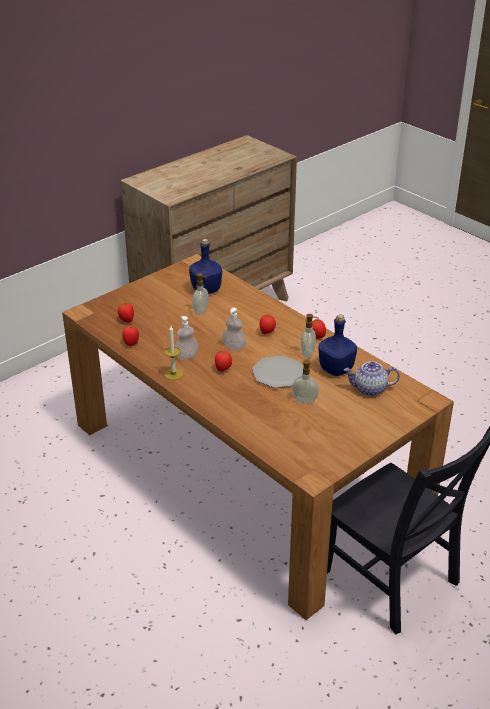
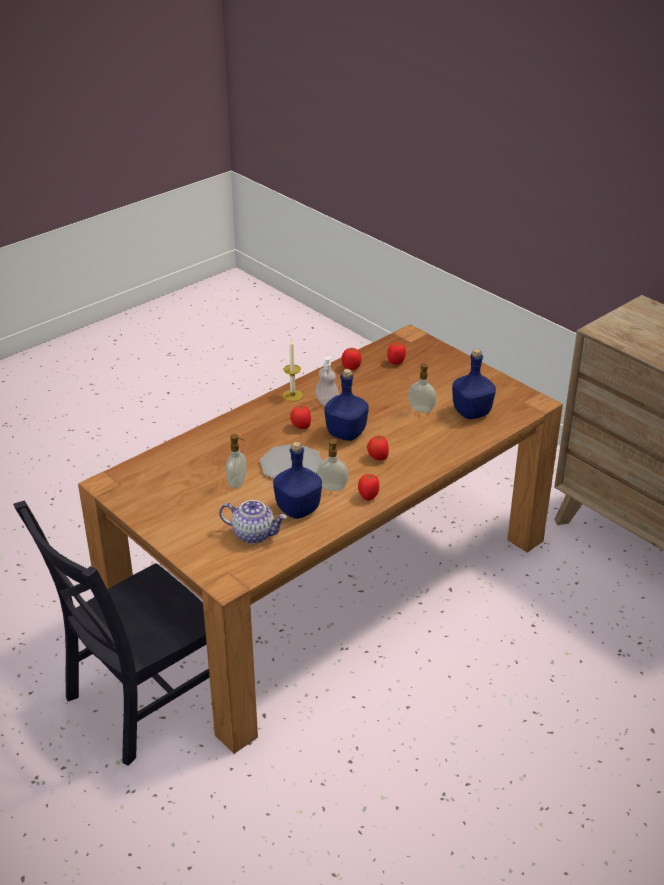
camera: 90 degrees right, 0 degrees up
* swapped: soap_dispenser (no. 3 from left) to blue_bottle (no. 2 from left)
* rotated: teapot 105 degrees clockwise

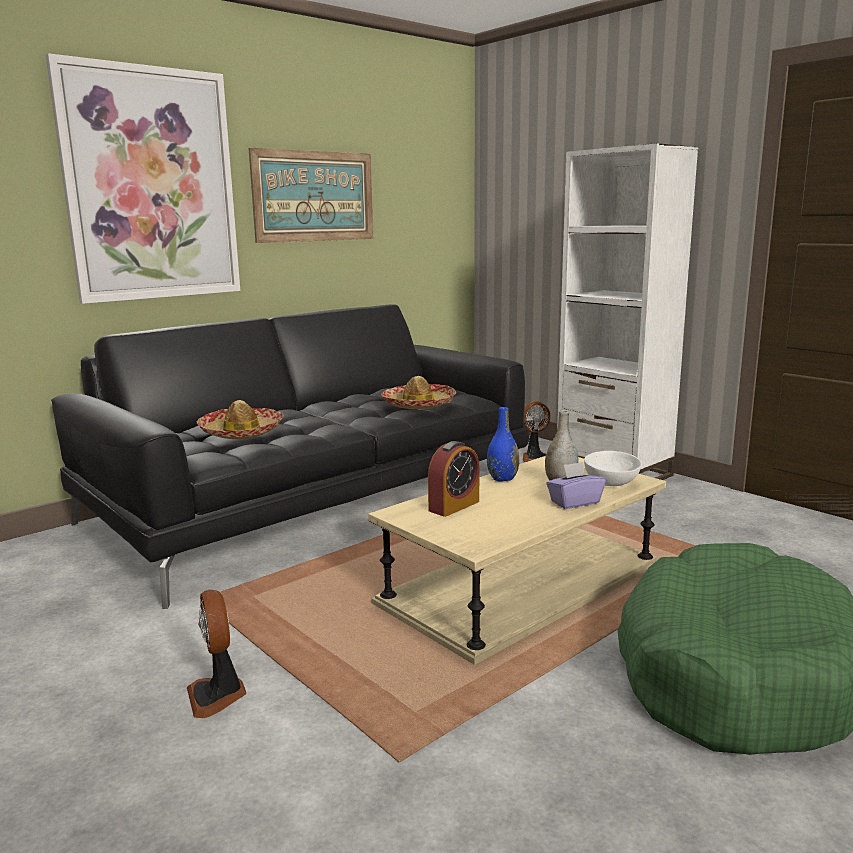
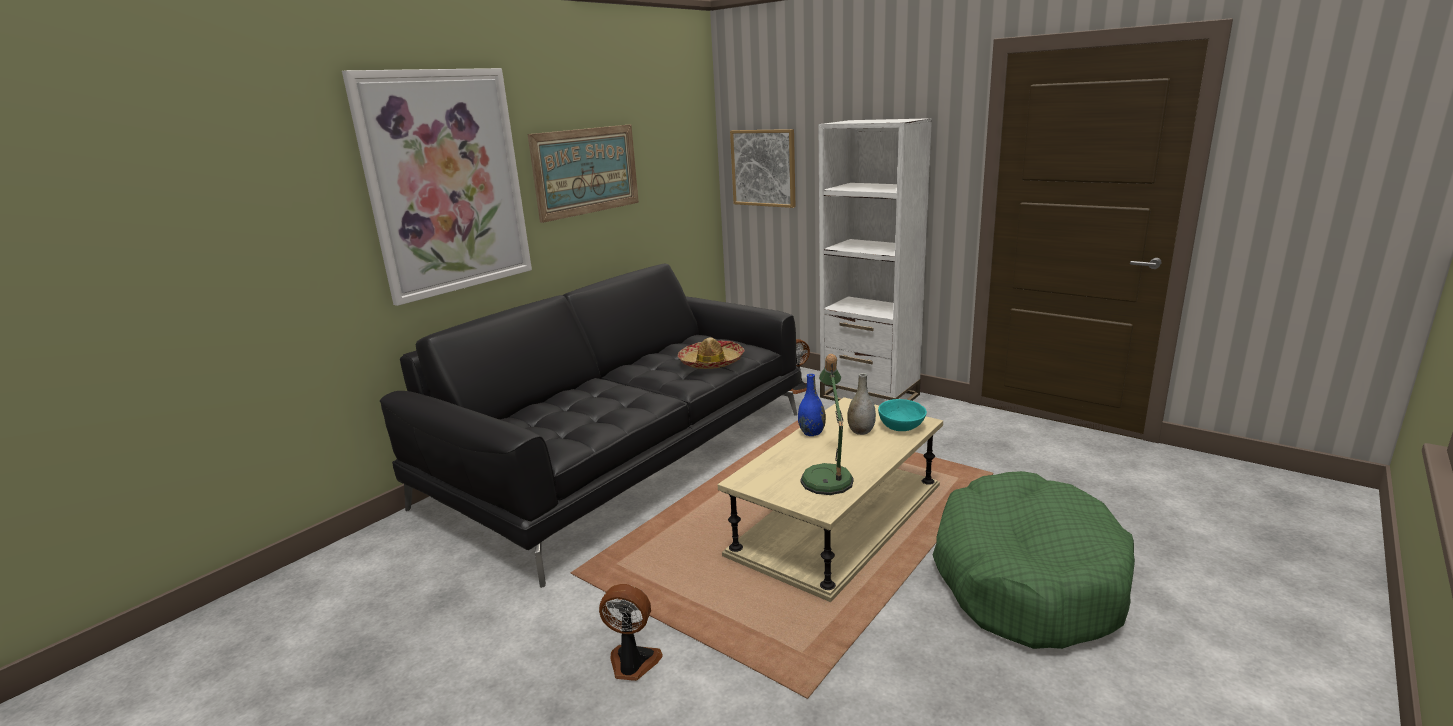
camera: 10 degrees left, 5 degrees up
* gone: hat (no. 1 from left)
* gone: alarm_clock
* gone: purple_tissue_box
* new: picture (no. 3 from left)
* new: table_lamp
* repainted: white_bowl to turquoise_bowl
* rotated: fan (no. 1 from left) 135 degrees clockwise

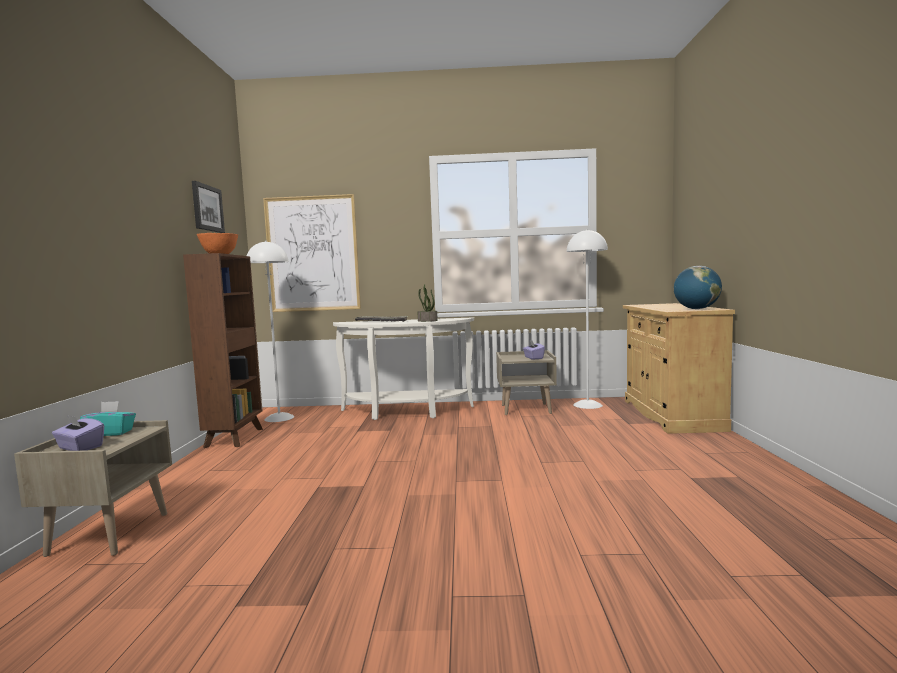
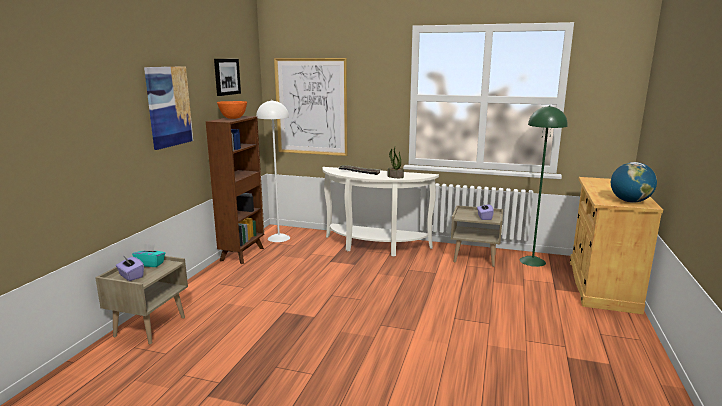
camera: 15 degrees right, 10 degrees up
* new: picture (no. 1 from left)
* repainted: white_floor_lamp (no. 2 from left) to green_floor_lamp

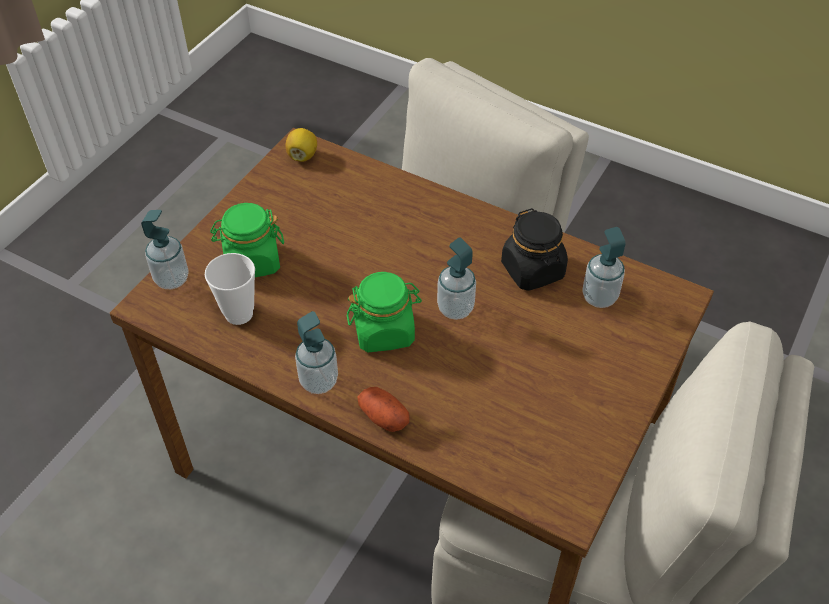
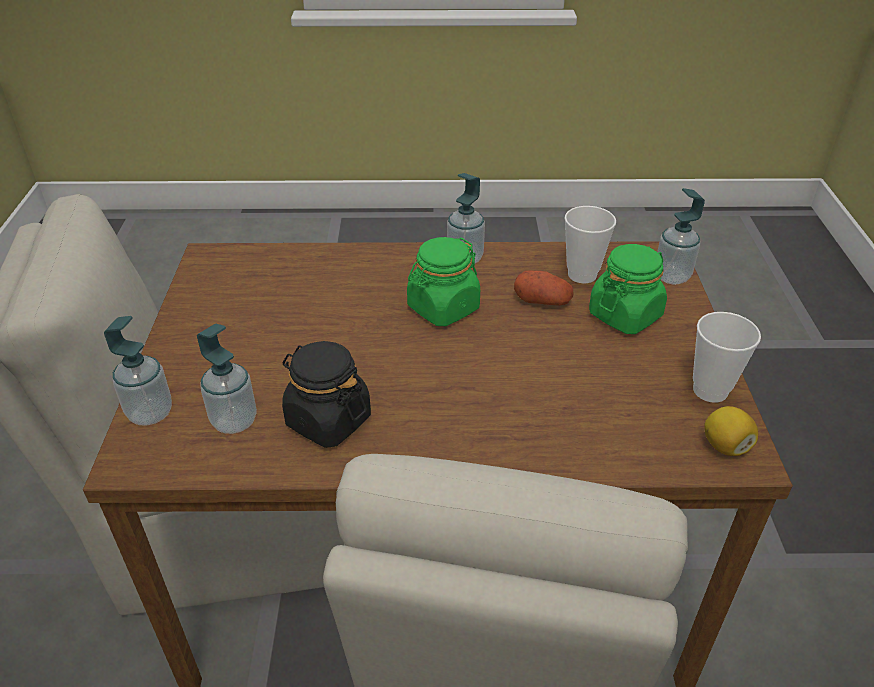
camera: 150 degrees right, 10 degrees down
* new: cup (no. 2 from left)
* shifted: potato
* shifted: soap_dispenser (no. 3 from left in the first image) to soap_dispenser (no. 1 from left)

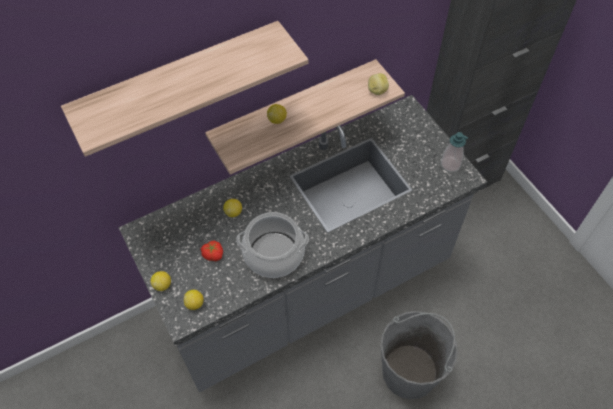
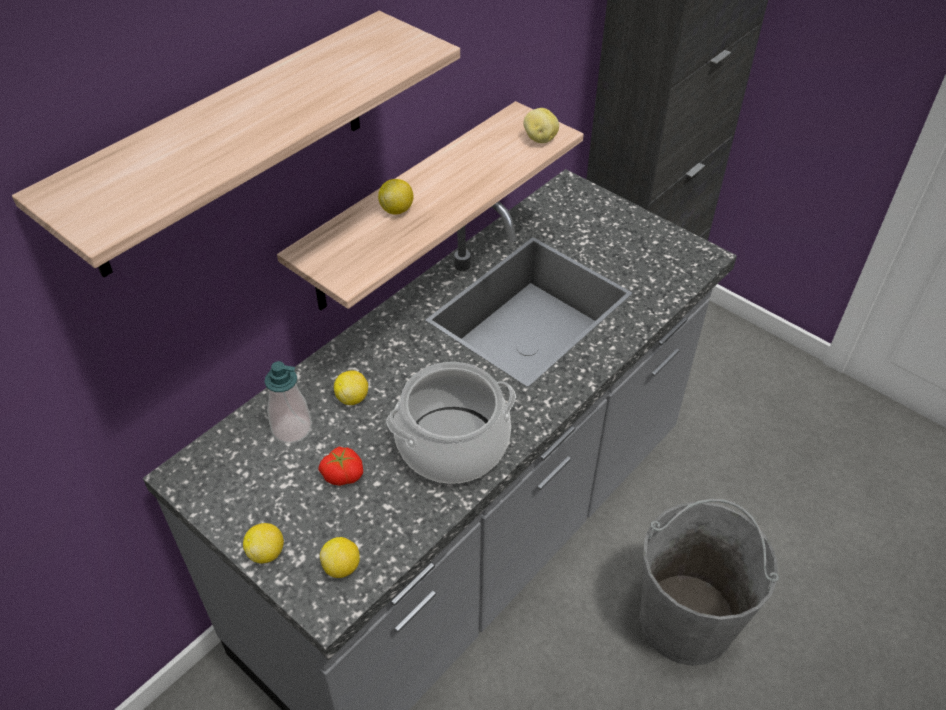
camera: 20 degrees left, 10 degrees down
* shifted: soap_dispenser

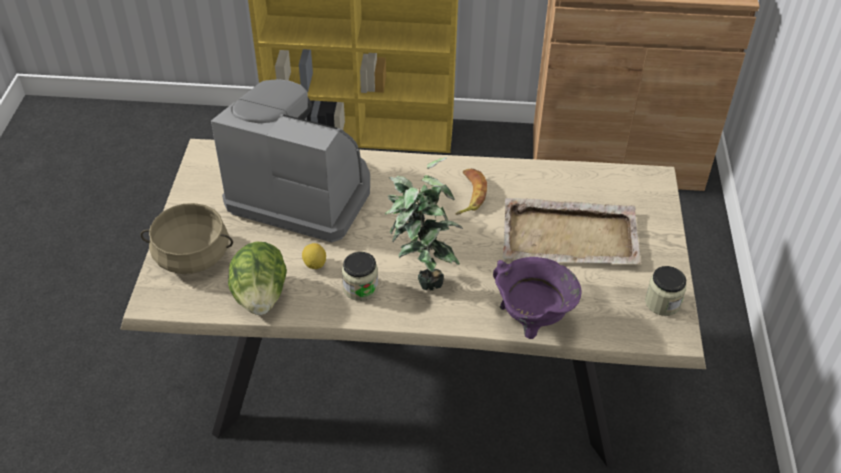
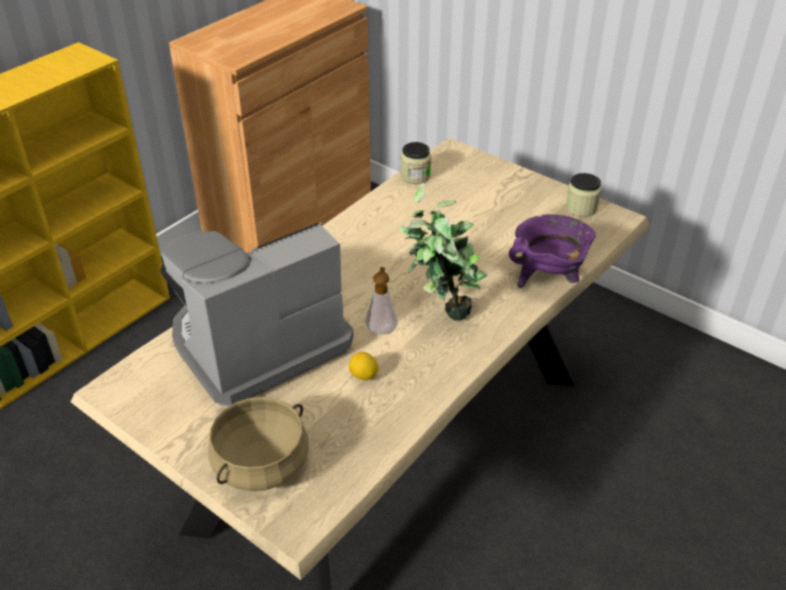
camera: 55 degrees left, 5 degrees down
* gone: lettuce
* gone: banana
* gone: beige_tray
* new: soap_dispenser
* shifted: jar (no. 1 from left)

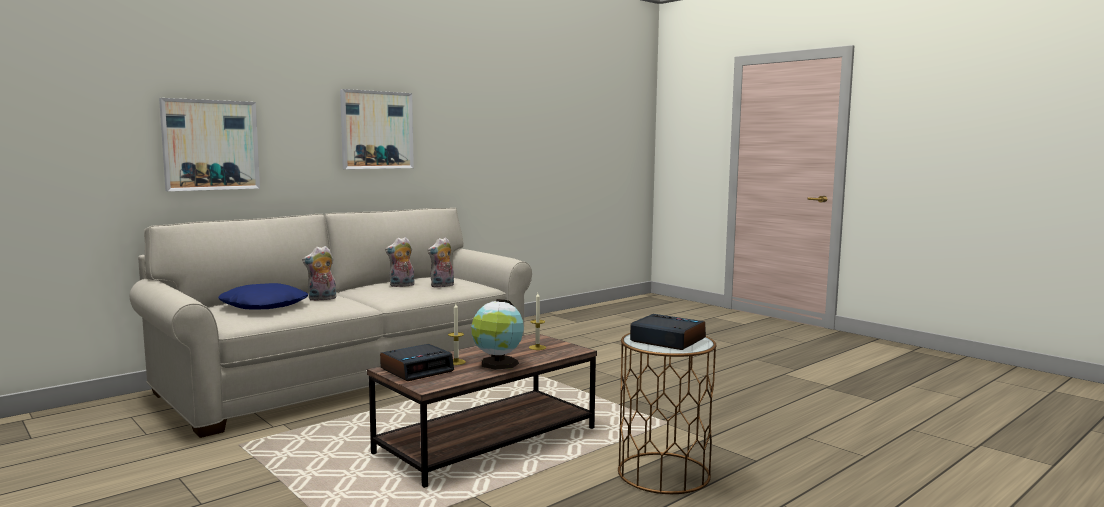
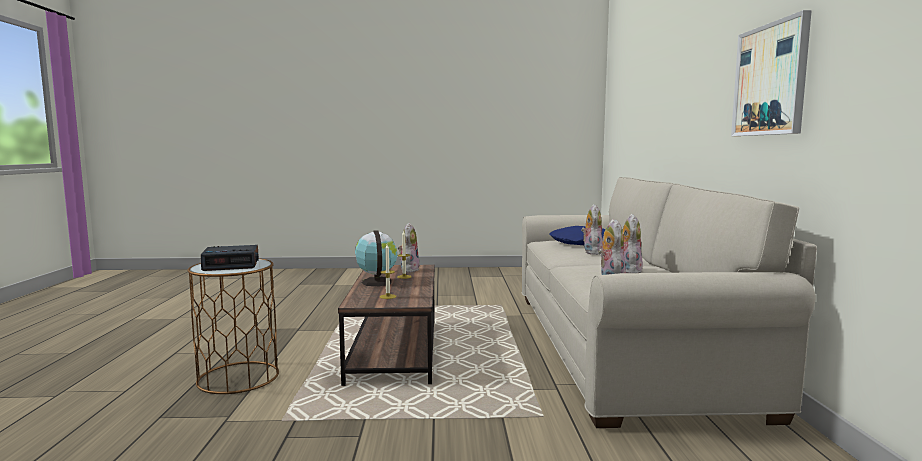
camera: 130 degrees right, 0 degrees up
* gone: picture (no. 1 from left)
* swapped: alarm_clock (no. 1 from left) to plush_toy (no. 1 from left)

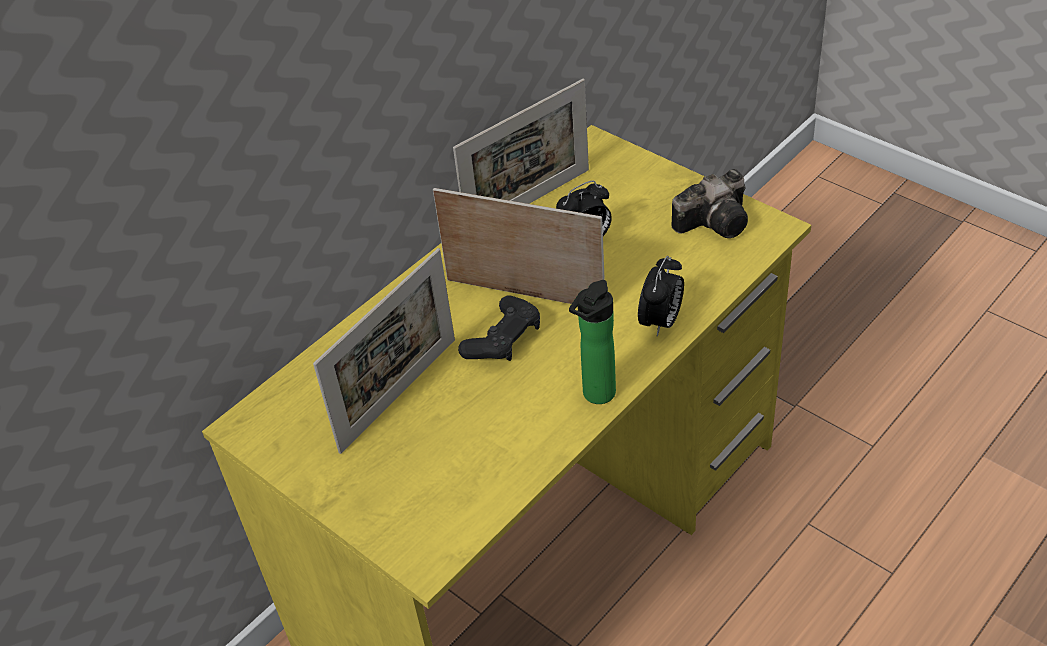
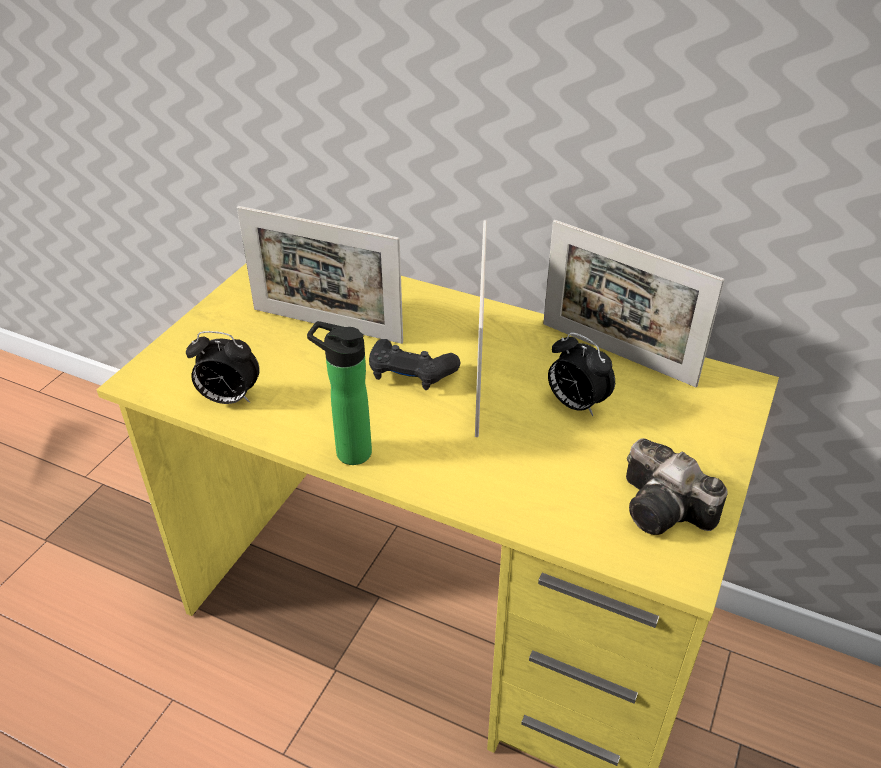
camera: 70 degrees right, 5 degrees down
* shifted: alarm_clock (no. 2 from left in the first image) to alarm_clock (no. 1 from left)

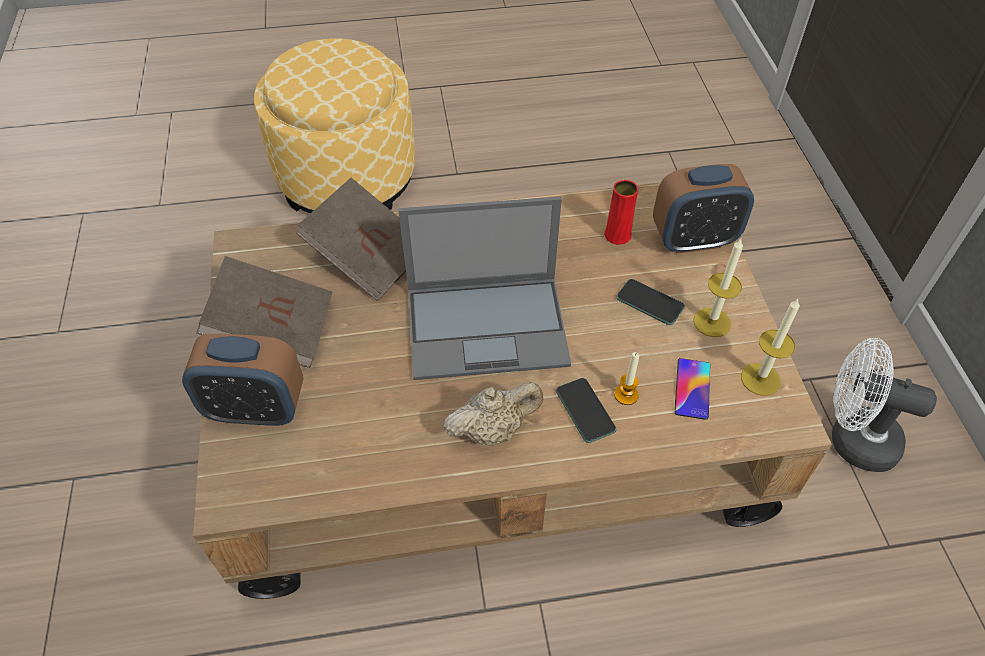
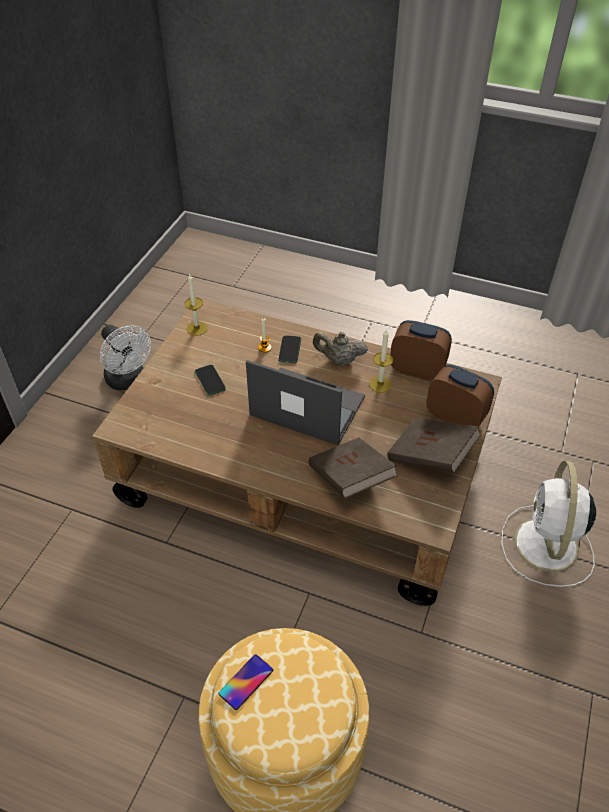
camera: 150 degrees left, 5 degrees down
* gone: red_vase
* new: white_fan (no. 2 from left)
* shifted: alarm_clock (no. 2 from left in the first image) to alarm_clock (no. 1 from left)
* shifted: phone (no. 3 from left in the first image) to phone (no. 2 from left)
* shifted: candle (no. 2 from left in the first image) to candle (no. 3 from left)

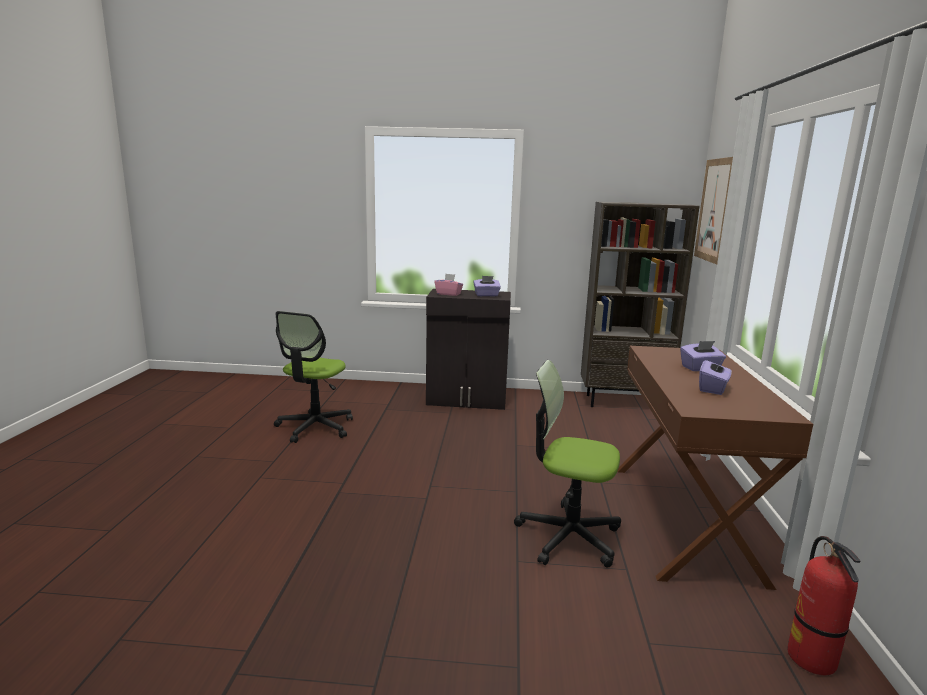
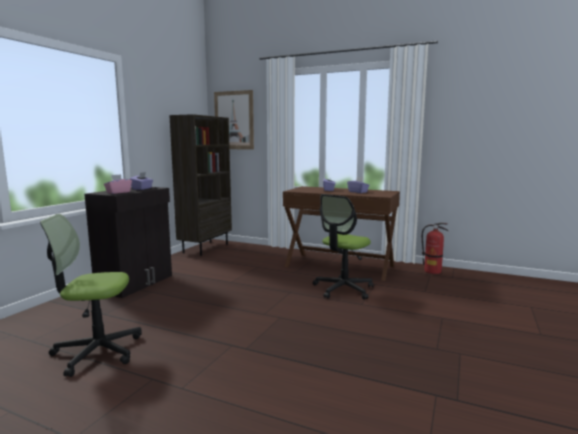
camera: 70 degrees left, 5 degrees down
* rotated: office_chair (no. 1 from left) 135 degrees clockwise

